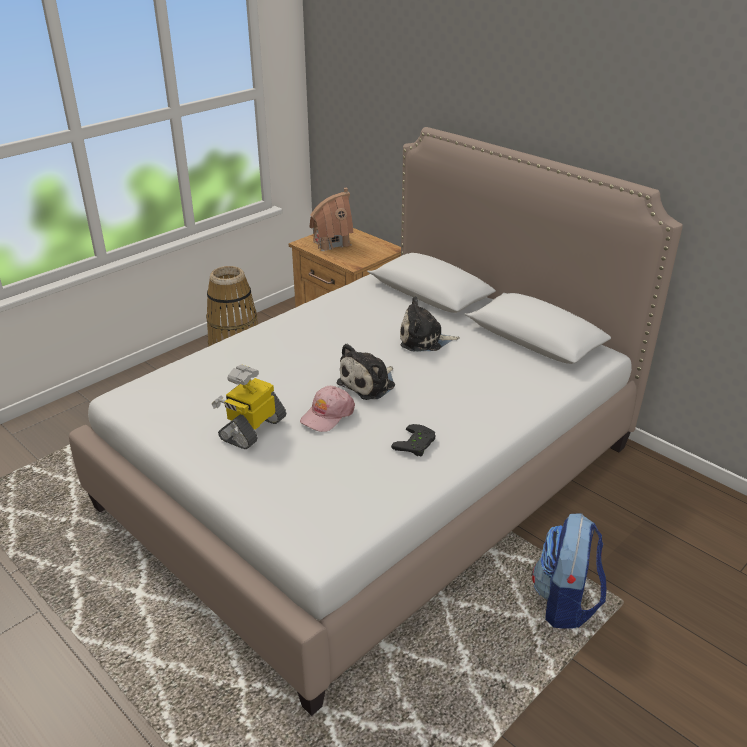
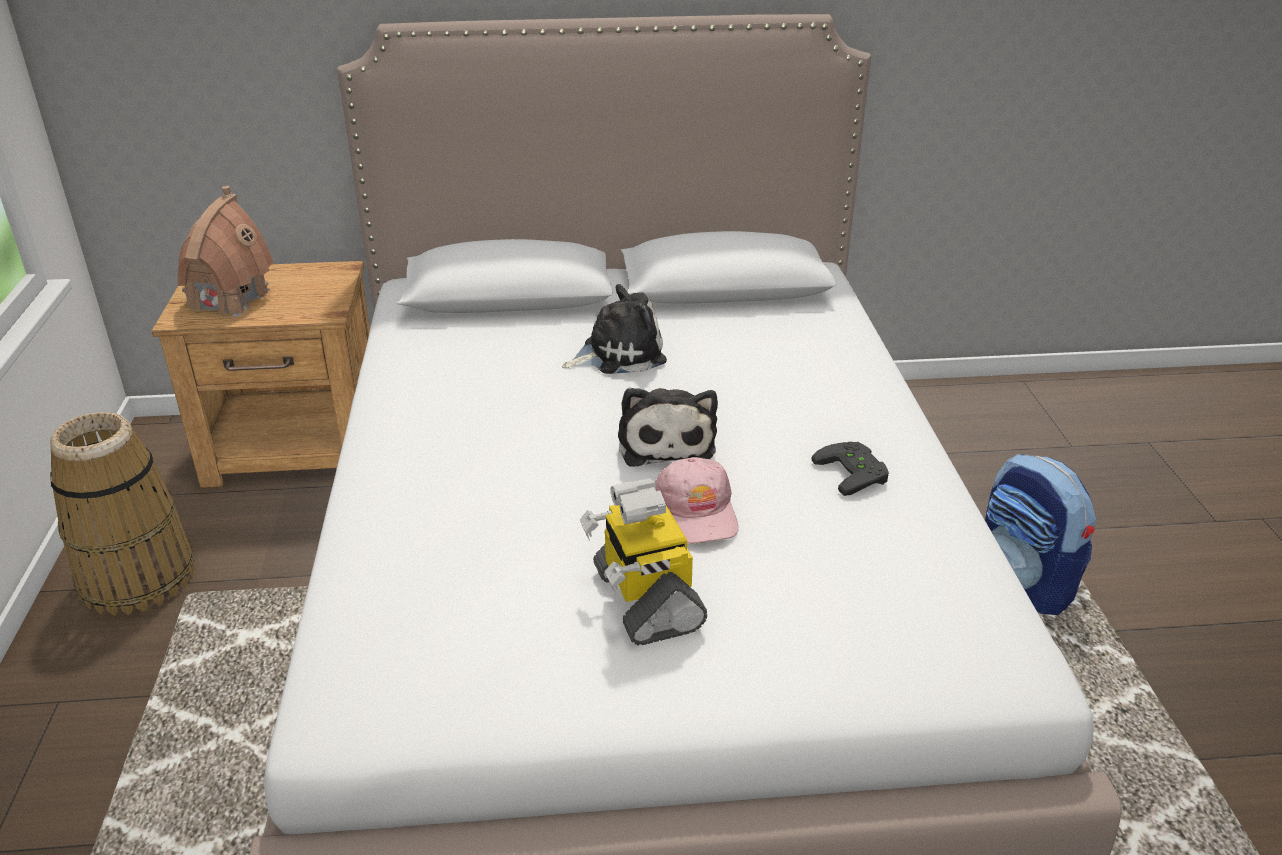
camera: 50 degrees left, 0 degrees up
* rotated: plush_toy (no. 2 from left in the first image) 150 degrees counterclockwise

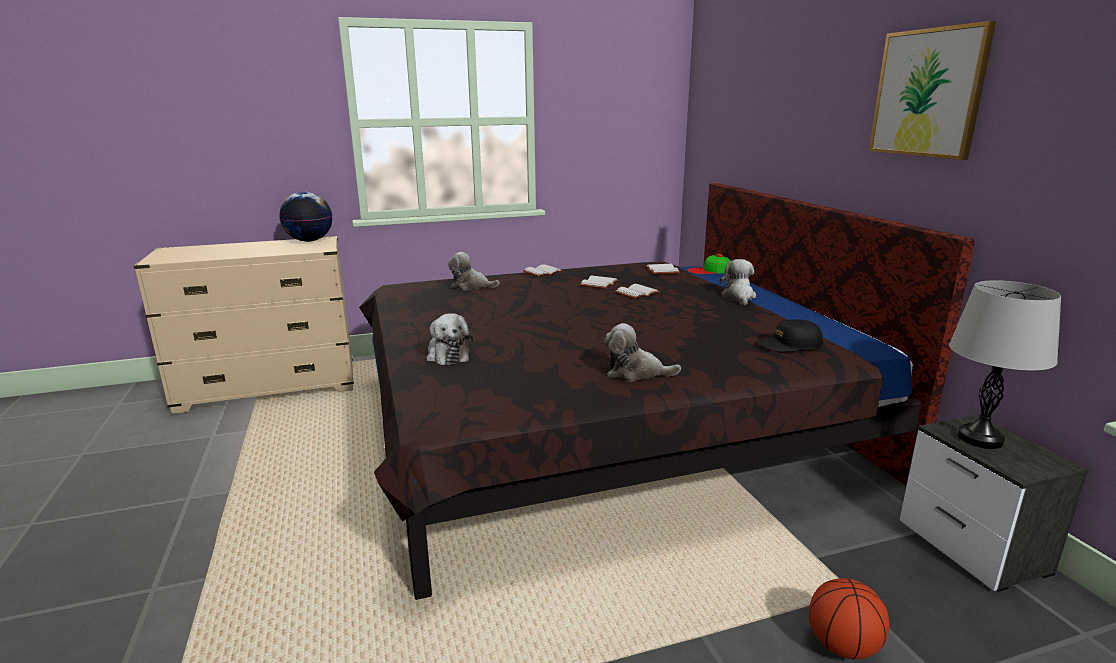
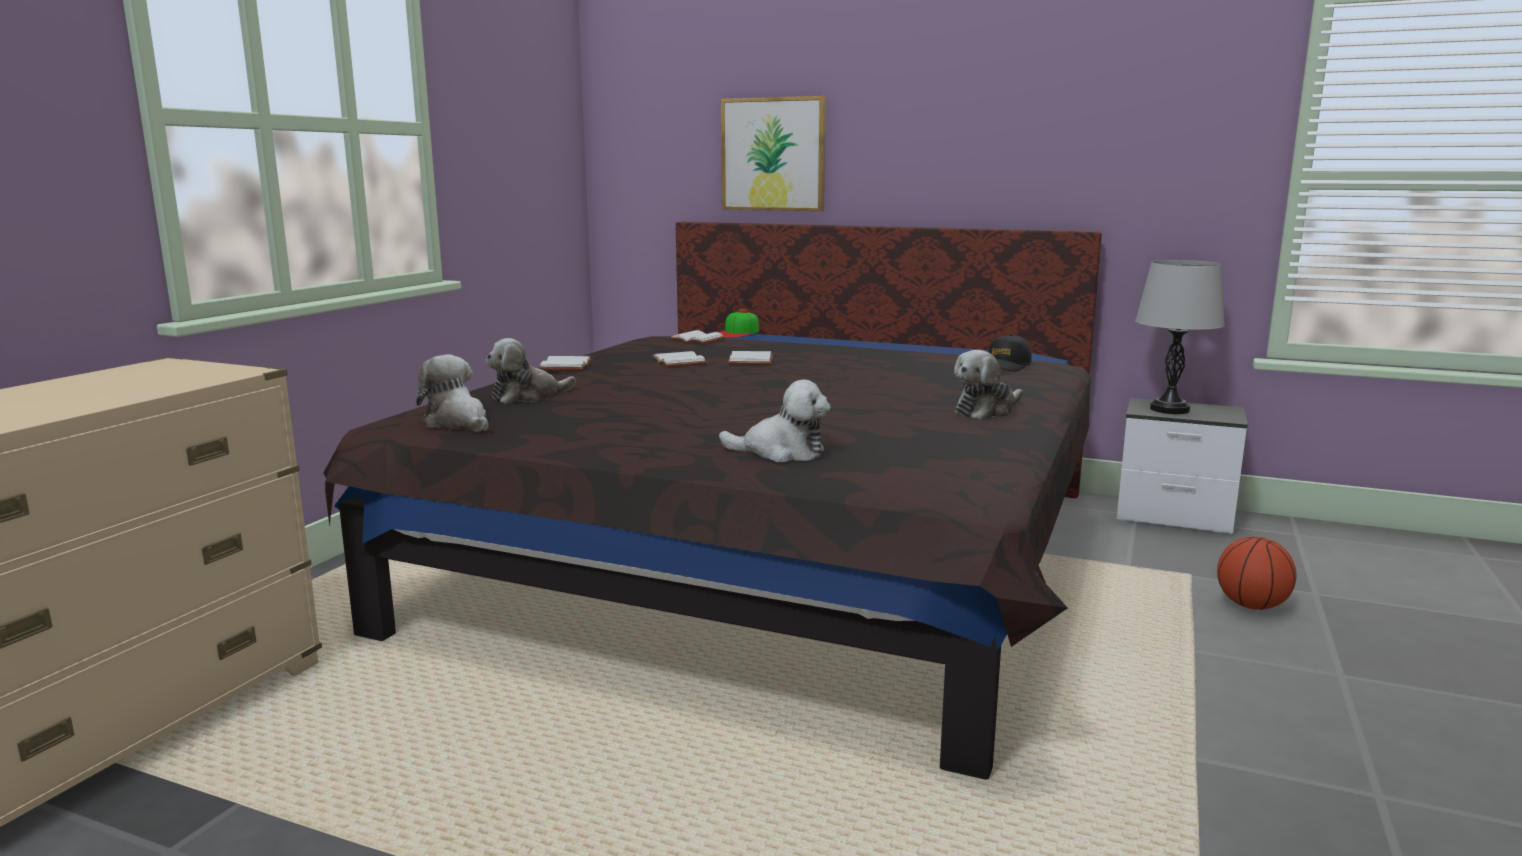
camera: 50 degrees left, 5 degrees down
* gone: globe
* shifted: plush_toy (no. 4 from left in the first image) to plush_toy (no. 1 from left)
* shifted: picture

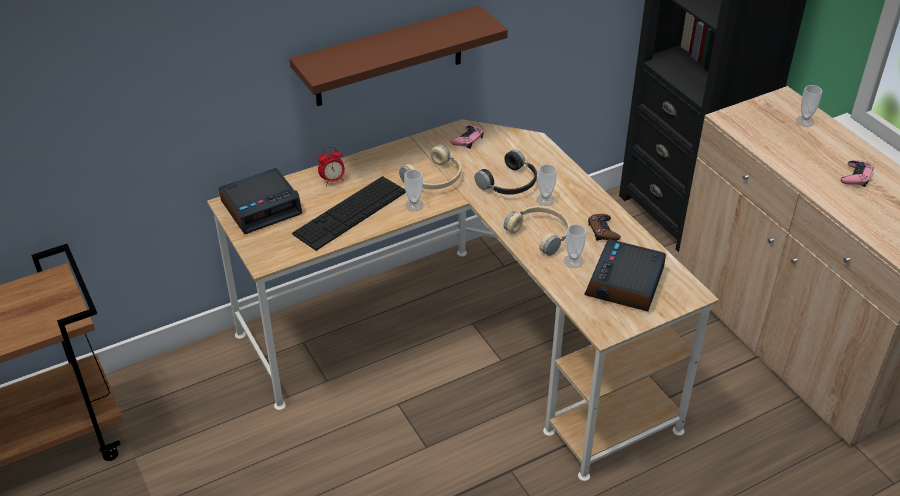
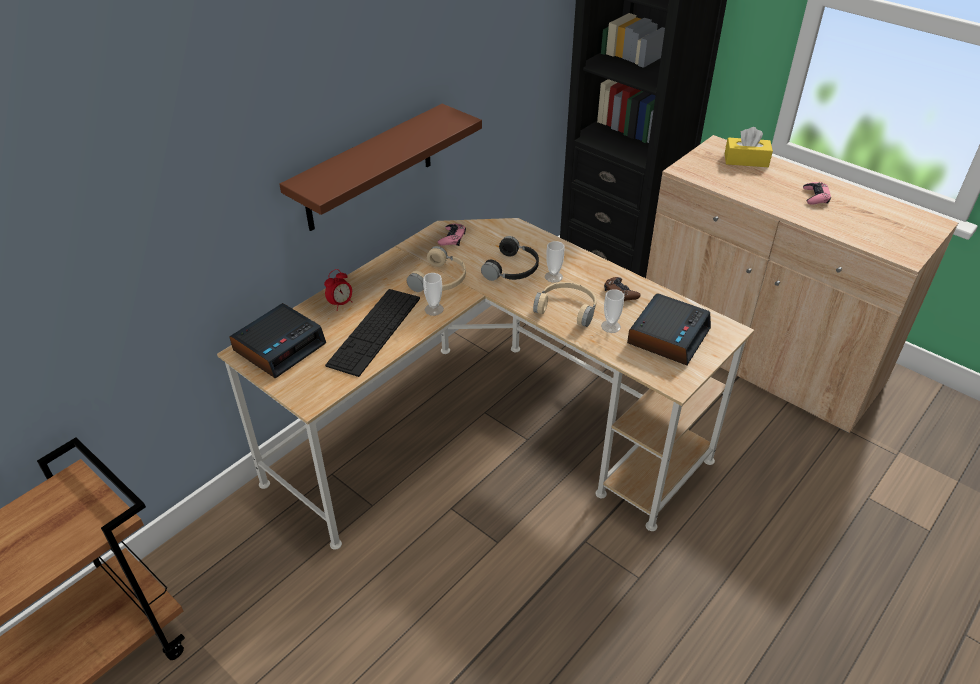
camera: 20 degrees left, 0 degrees up
* swapped: cup (no. 4 from left) to yellow_tissue_box
* rotated: alarm_clock (no. 3 from left) 150 degrees counterclockwise

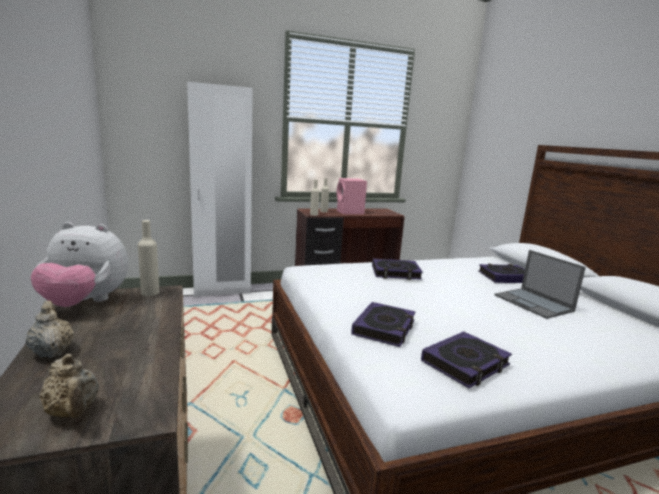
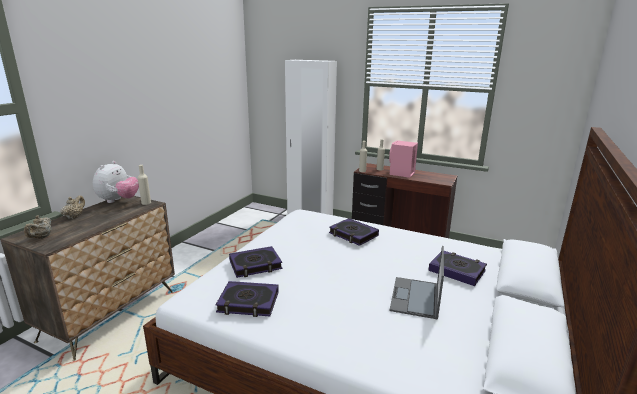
camera: 45 degrees right, 5 degrees up
* rotated: plush_toy 120 degrees counterclockwise

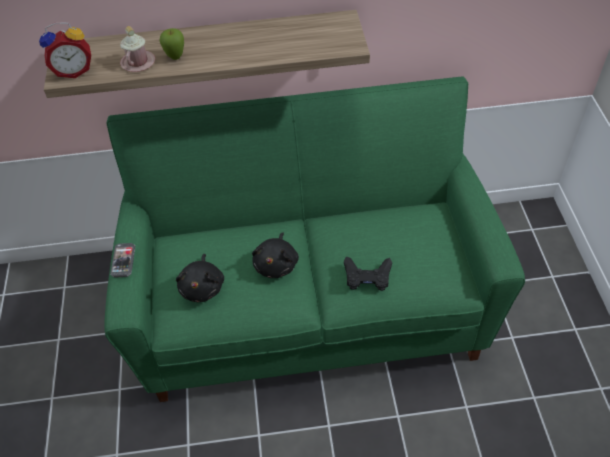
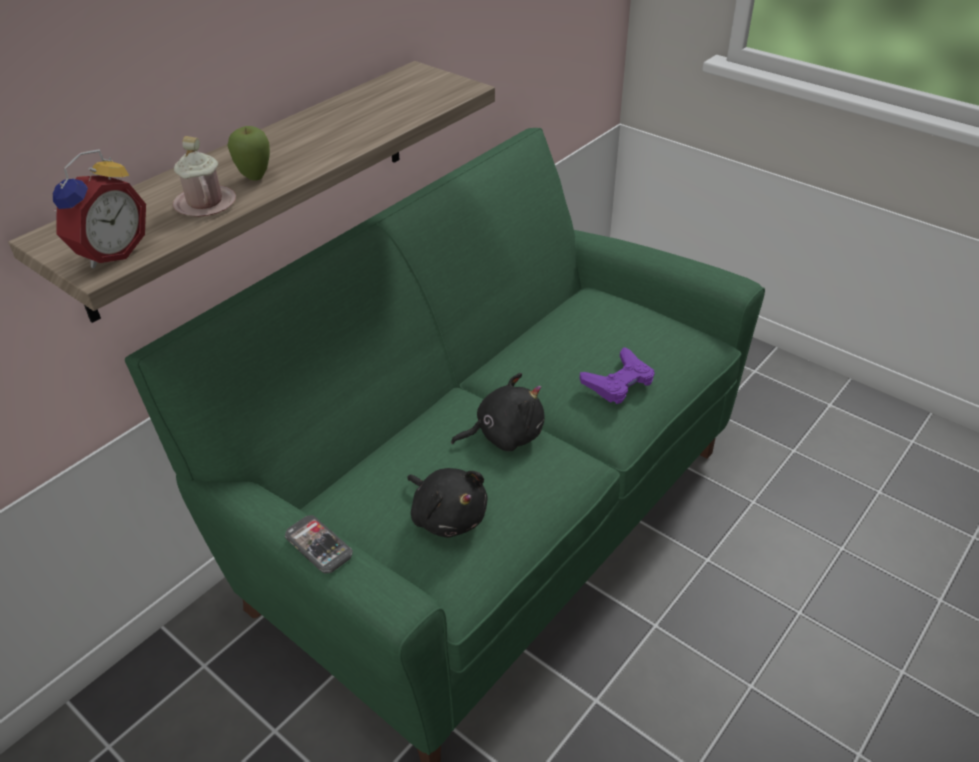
camera: 45 degrees left, 10 degrees down
* repainted: black_game_controller to purple_game_controller
* rotated: black_plush_toy (no. 2 from left) 75 degrees counterclockwise

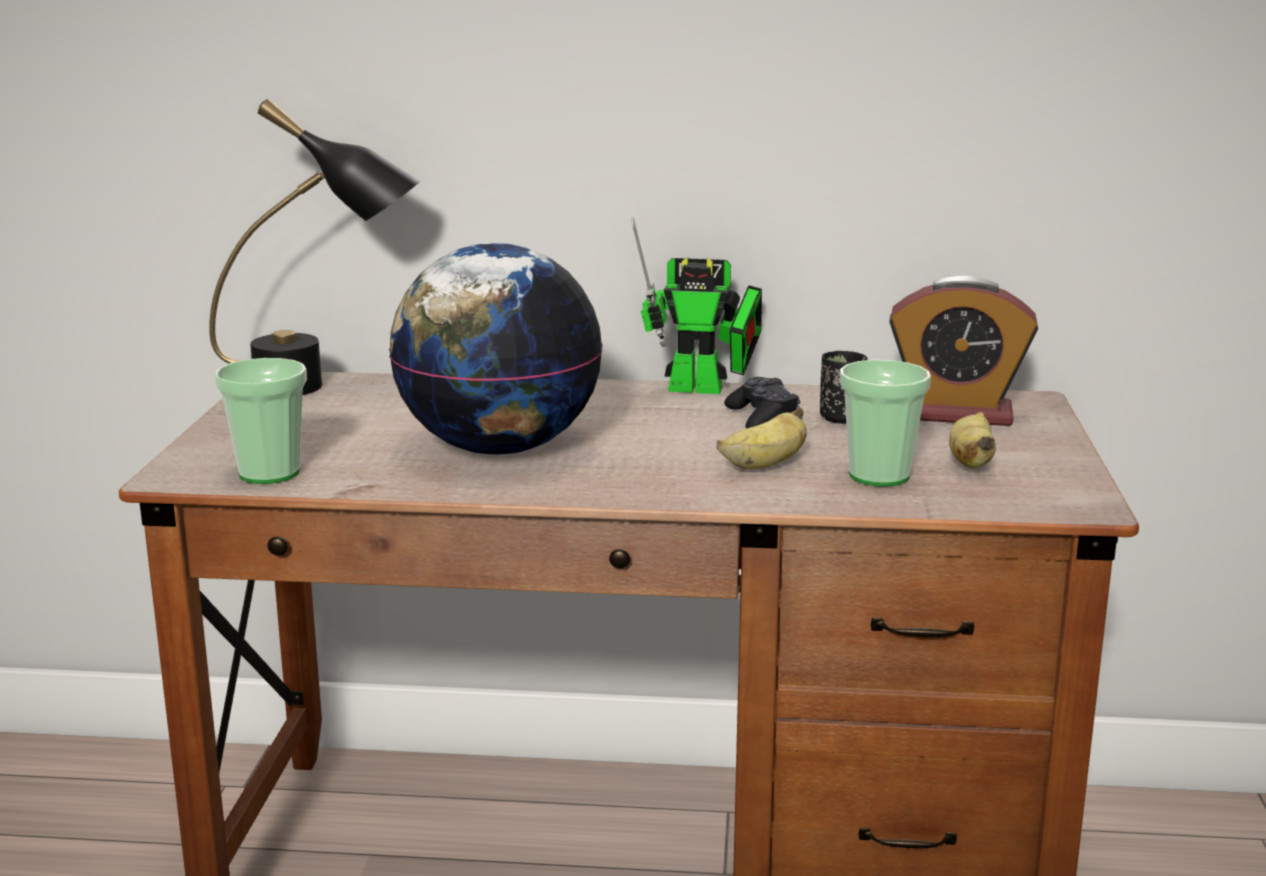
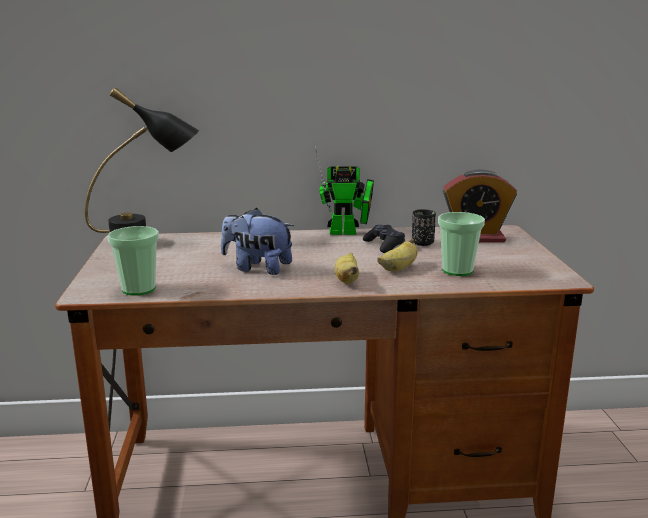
camera: 10 degrees left, 0 degrees up
* shifted: banana (no. 2 from left in the first image) to banana (no. 1 from left)
* swapped: globe to plush_toy

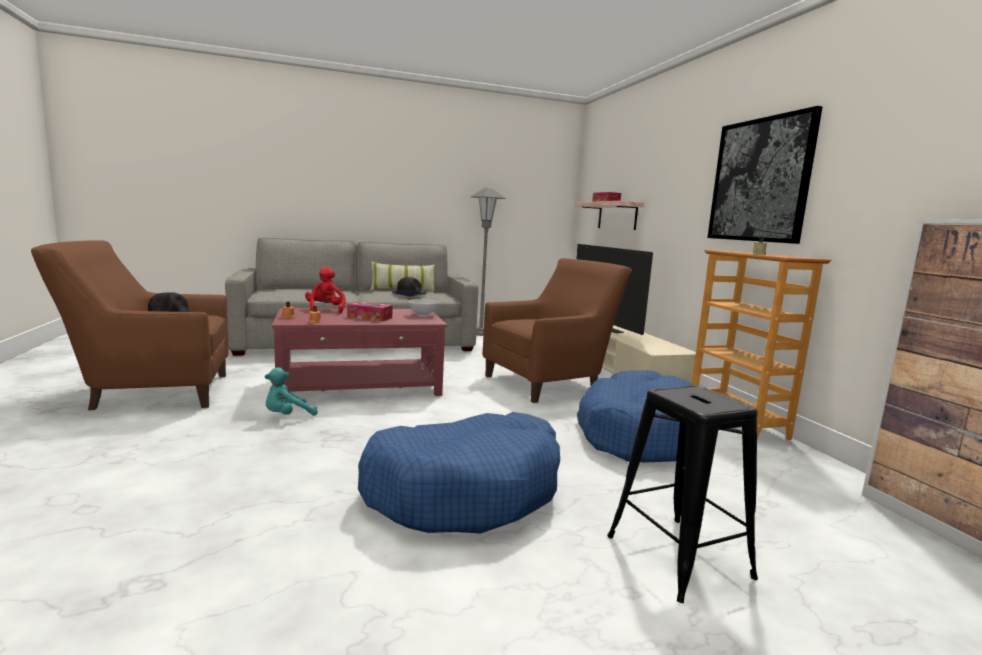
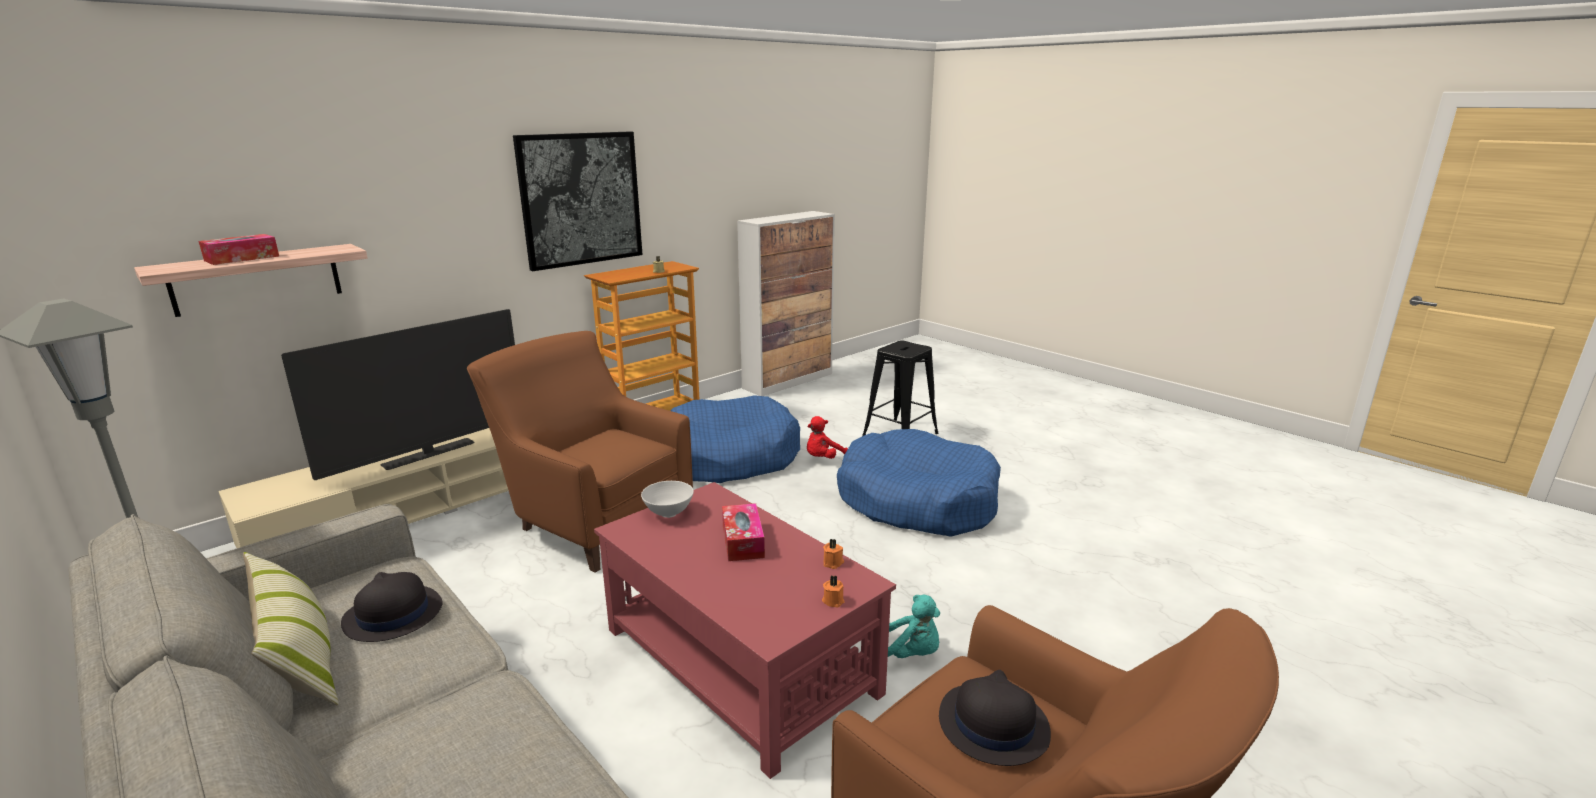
camera: 115 degrees left, 10 degrees up
* shifted: red_plush_toy

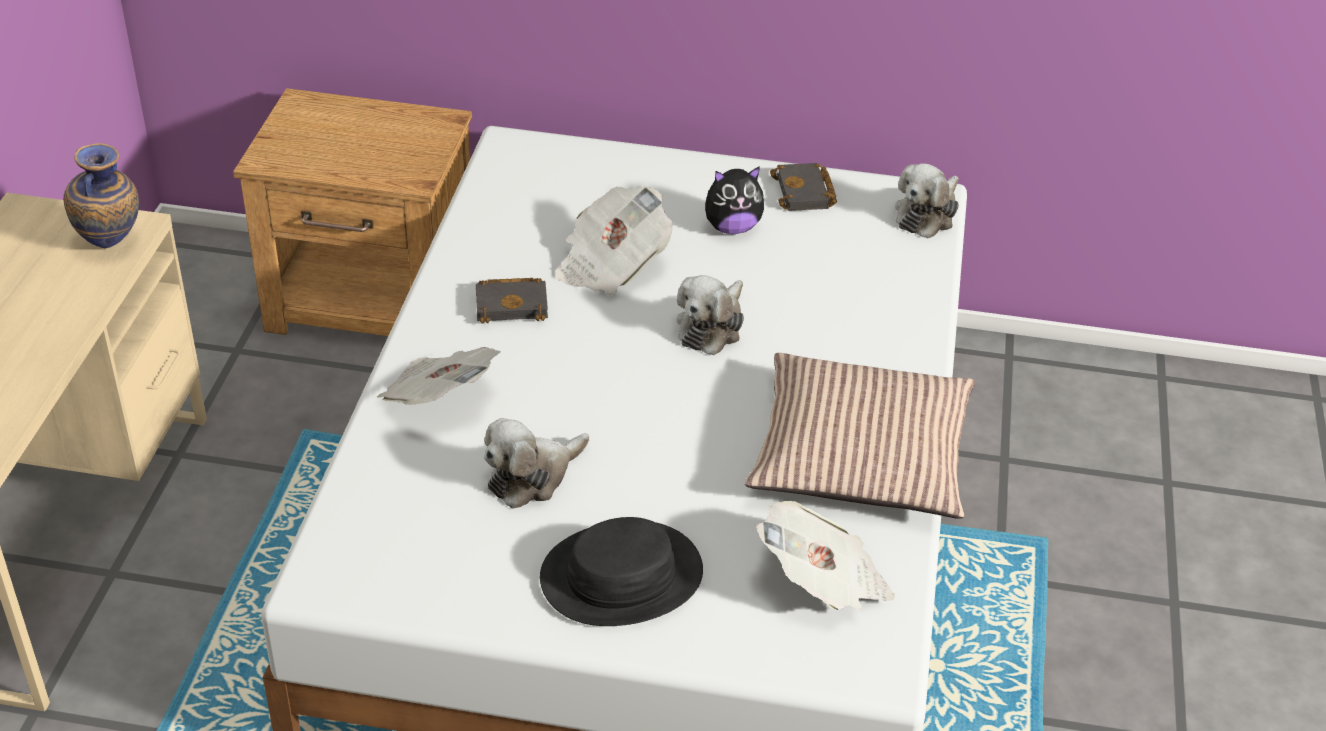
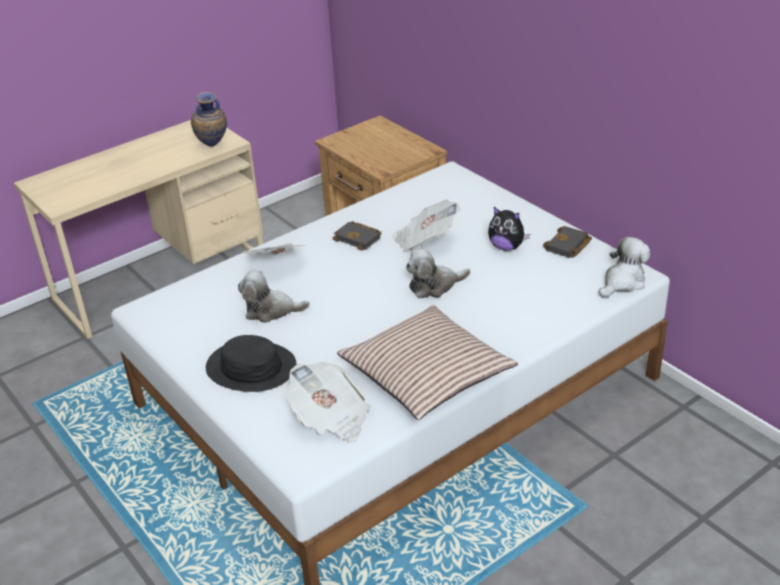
camera: 45 degrees right, 5 degrees down
* rotated: plush_toy (no. 4 from left) 150 degrees clockwise

